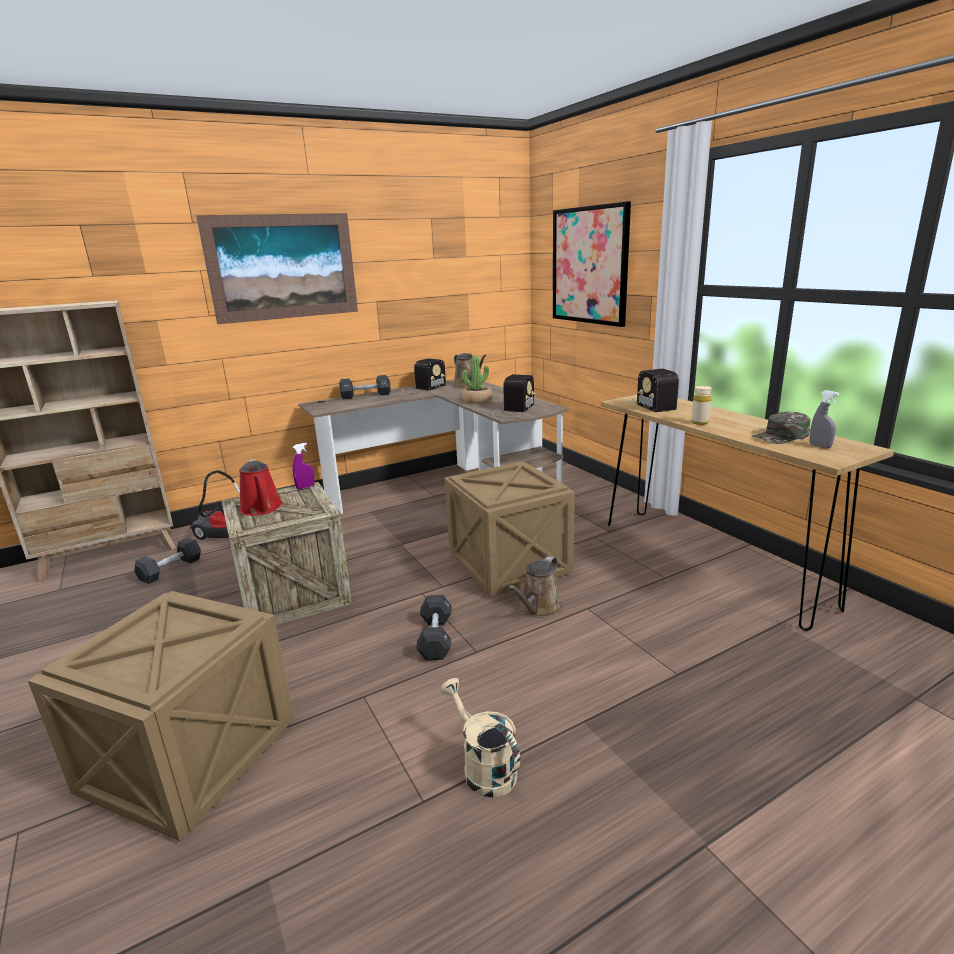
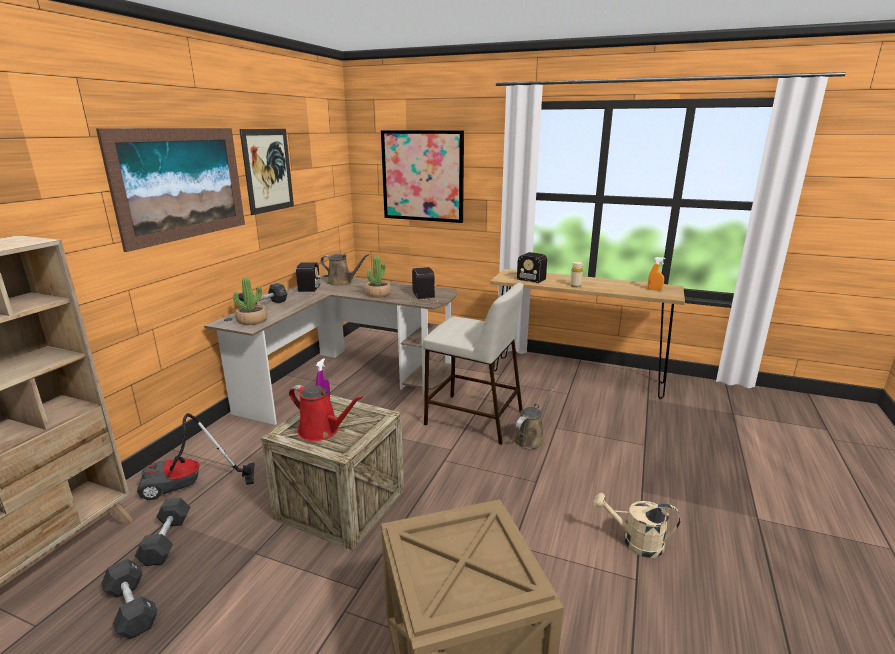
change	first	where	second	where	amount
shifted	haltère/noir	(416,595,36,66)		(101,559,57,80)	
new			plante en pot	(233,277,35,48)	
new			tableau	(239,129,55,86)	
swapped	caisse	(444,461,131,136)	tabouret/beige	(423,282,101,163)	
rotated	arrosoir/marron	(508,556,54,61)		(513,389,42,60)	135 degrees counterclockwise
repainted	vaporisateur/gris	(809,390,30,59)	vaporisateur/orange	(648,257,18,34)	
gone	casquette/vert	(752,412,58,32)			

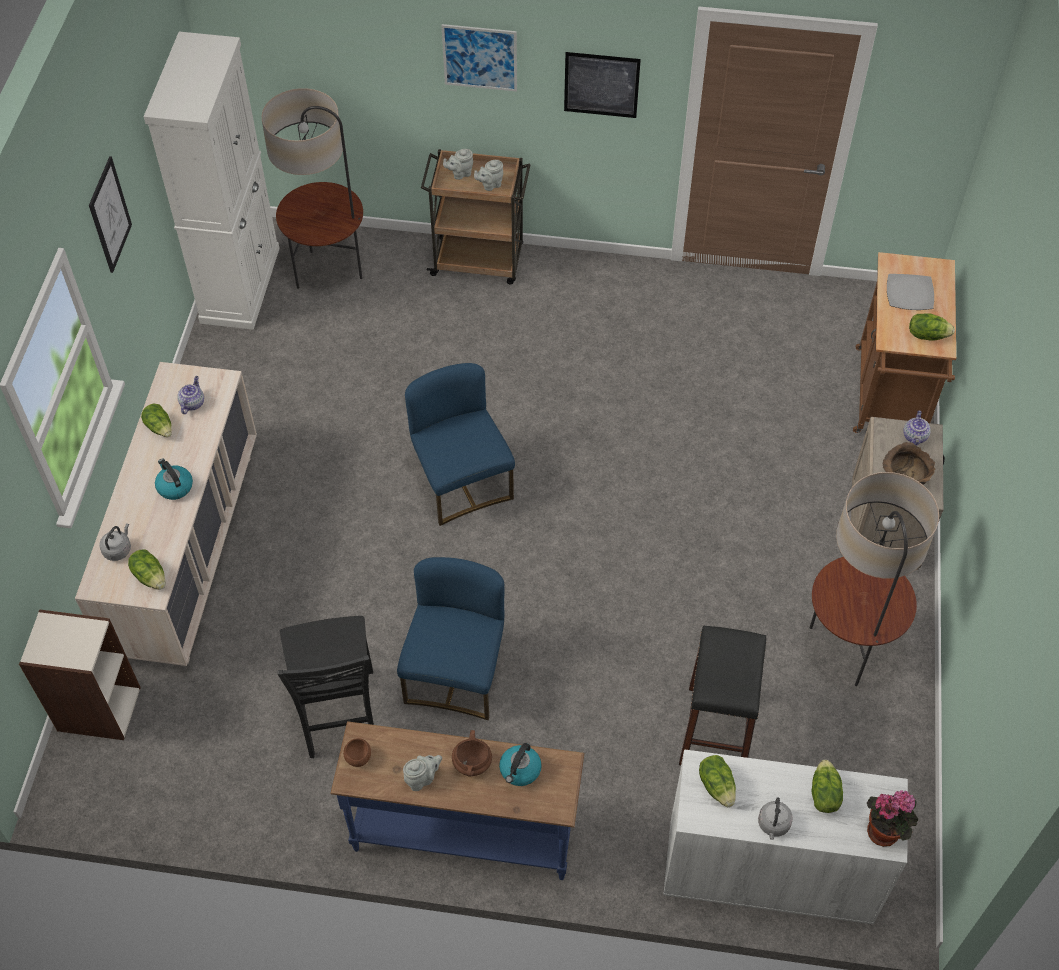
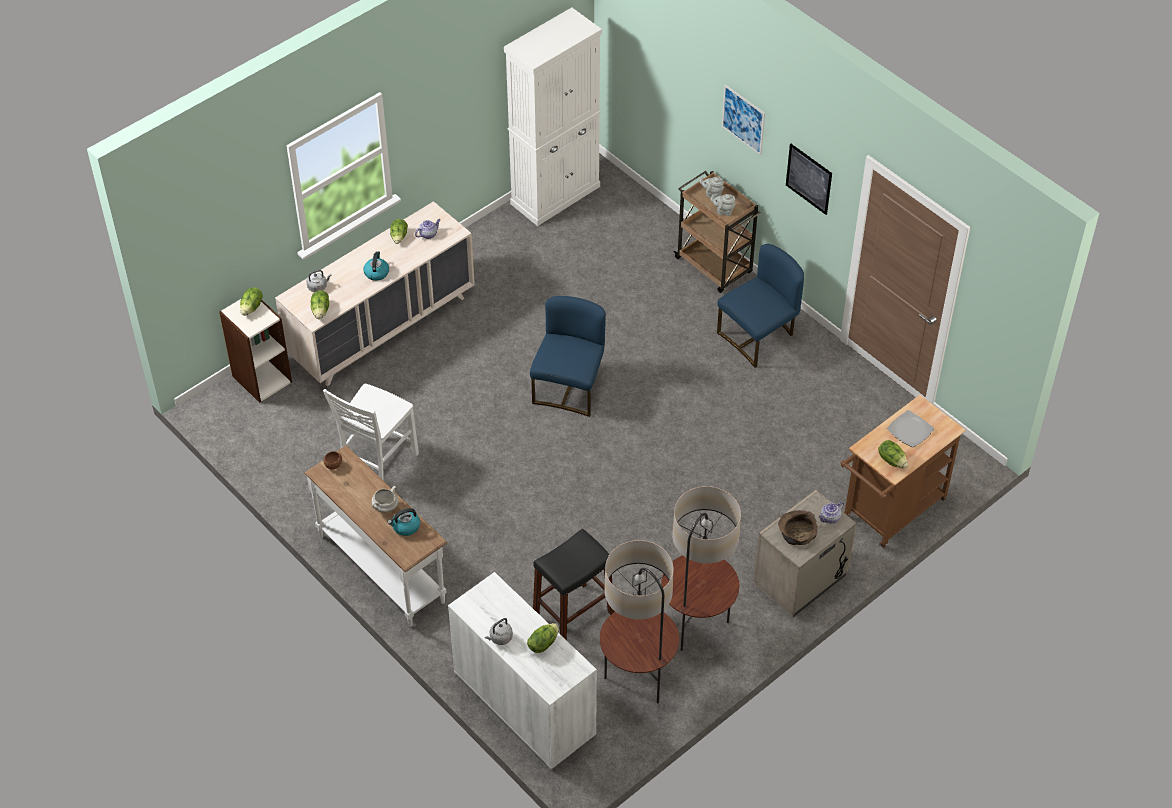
change	first	where	second	where	amount
shifted	laitue	(699,755,37,52)		(240,288,23,28)	
repainted	table console/bleu	(330,721,254,159)	table console/blanc	(304,445,144,182)	
repainted	chaise/noir	(278,616,96,142)	chaise/blanc	(323,384,96,97)	
repainted	marmite/marron	(452,730,40,47)	marmite/blanc	(372,486,27,27)	
shifted	lampadaire	(262,88,101,201)		(600,540,79,163)	
shifted	chaise/bleu	(397,557,107,163)		(717,244,87,124)	
gone	tableau	(89,156,43,117)			
gone	théière/gris	(403,755,39,36)			
gone	plante en pot	(867,790,51,57)			

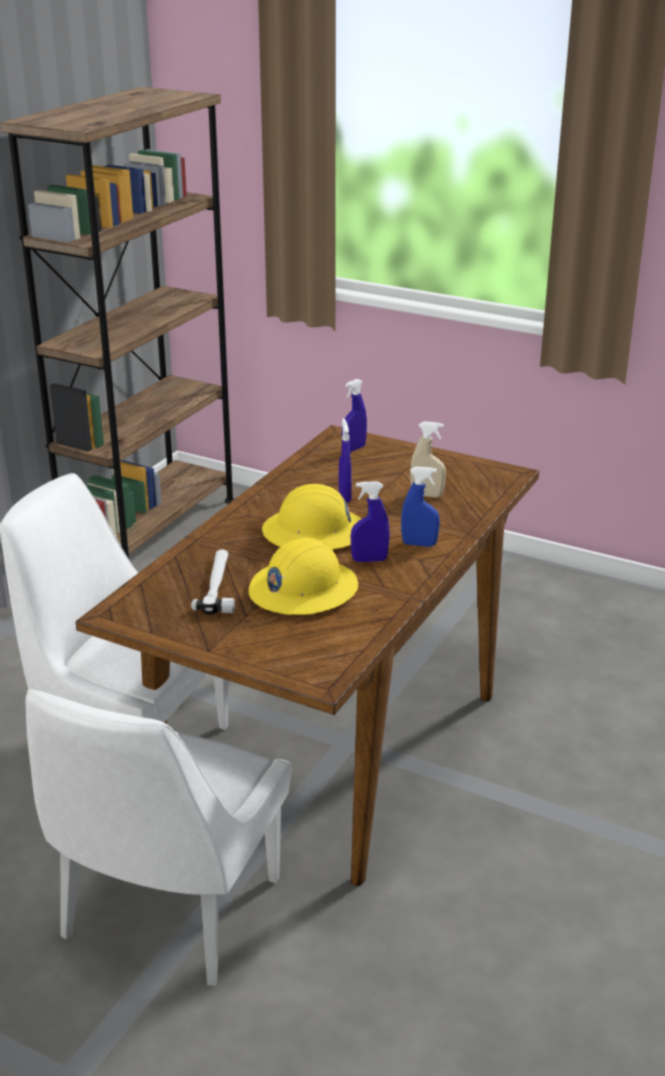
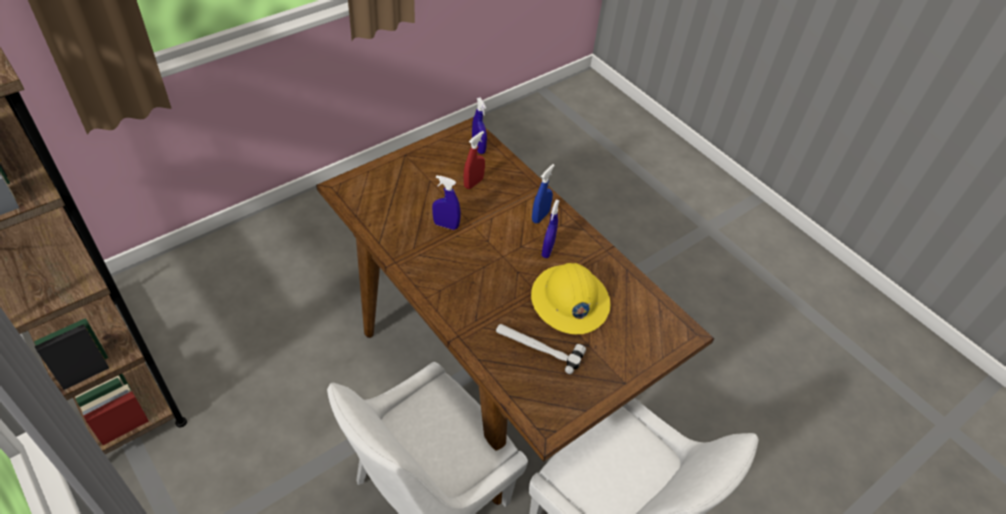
change	first	where	second	where	amount
repainted	vaporisateur/beige	(410,421,36,77)	vaporisateur/rouge	(464,131,21,58)	
shifted	vaporisateur/bleu	(342,379,25,73)		(472,97,15,57)	
gone	casque de chantier/jaune	(262,484,99,66)			

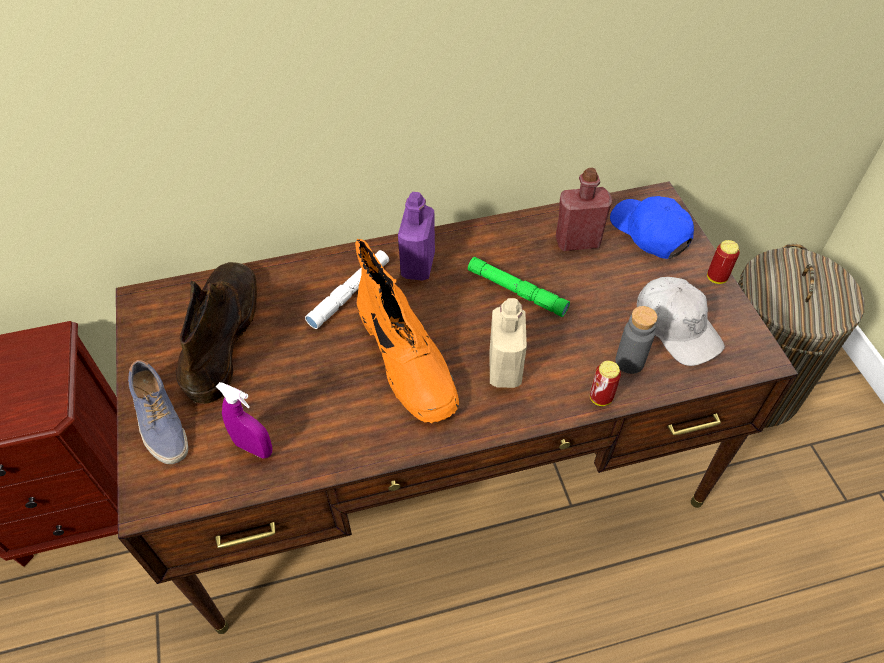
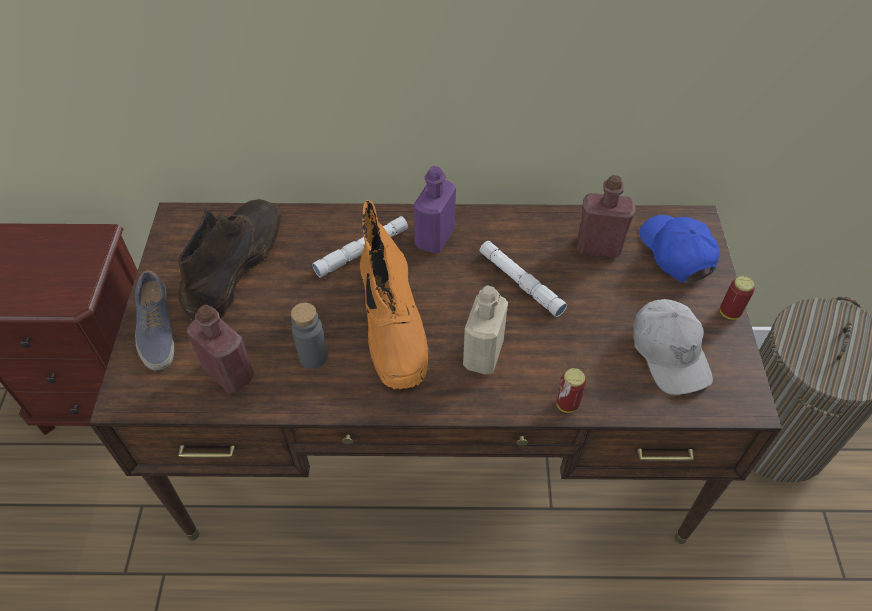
change	first	where	second	where	amount
swapped	vaporisateur/violet	(216,382,56,77)	bouteille/rouge	(187,305,67,88)	
shifted	bouteille/gris	(615,306,43,68)		(291,303,37,66)	
repainted	lampe de poche/vert	(468,257,102,60)	lampe de poche/blanc	(480,241,87,76)	

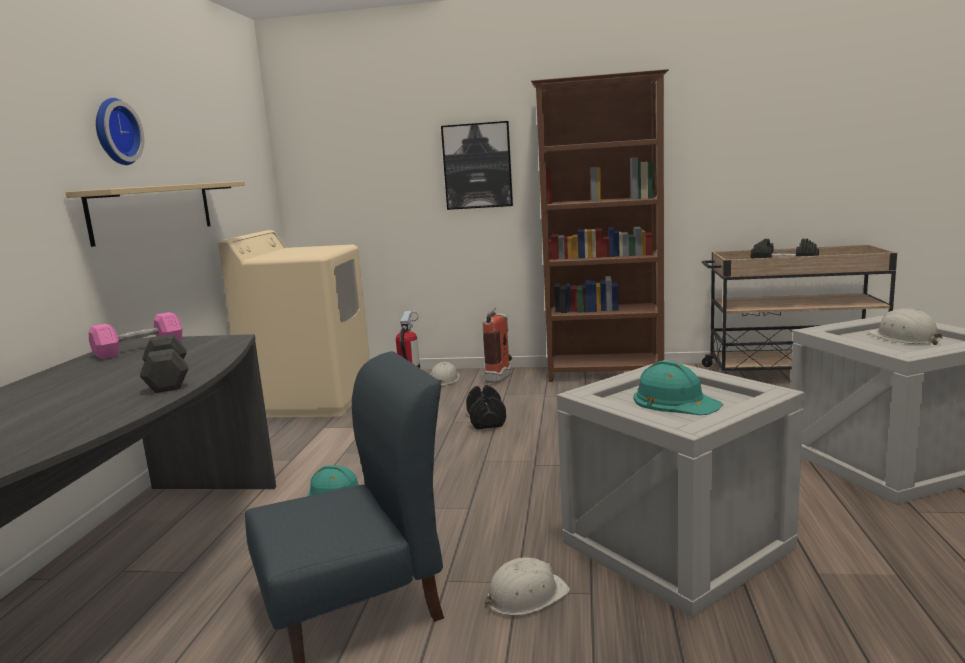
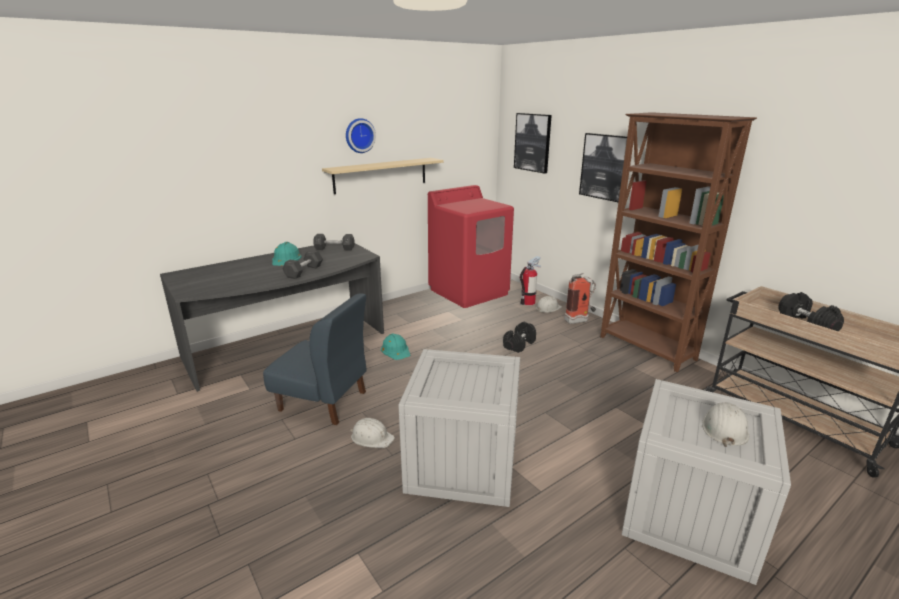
change	first	where	second	where	amount
shifted	casque de chantier/turquoise	(633,361,90,54)		(272,242,30,24)	
repainted	haltère/rose	(89,312,93,47)	haltère/gris	(313,234,42,17)	
repainted	lave-linge/beige	(218,230,152,187)	lave-linge/rouge	(428,185,86,123)	
new			tableau	(514,113,38,61)	

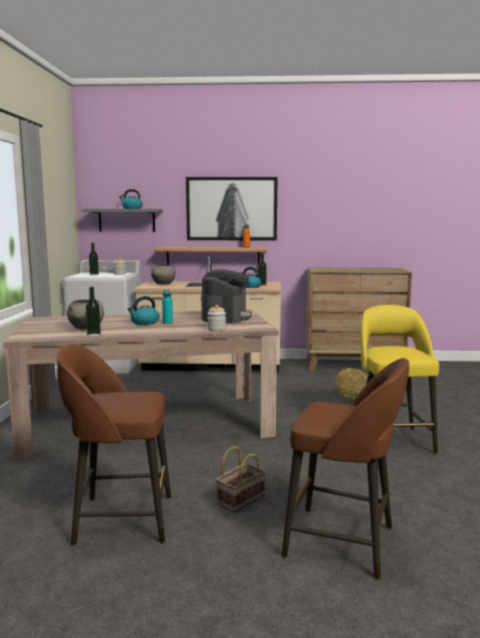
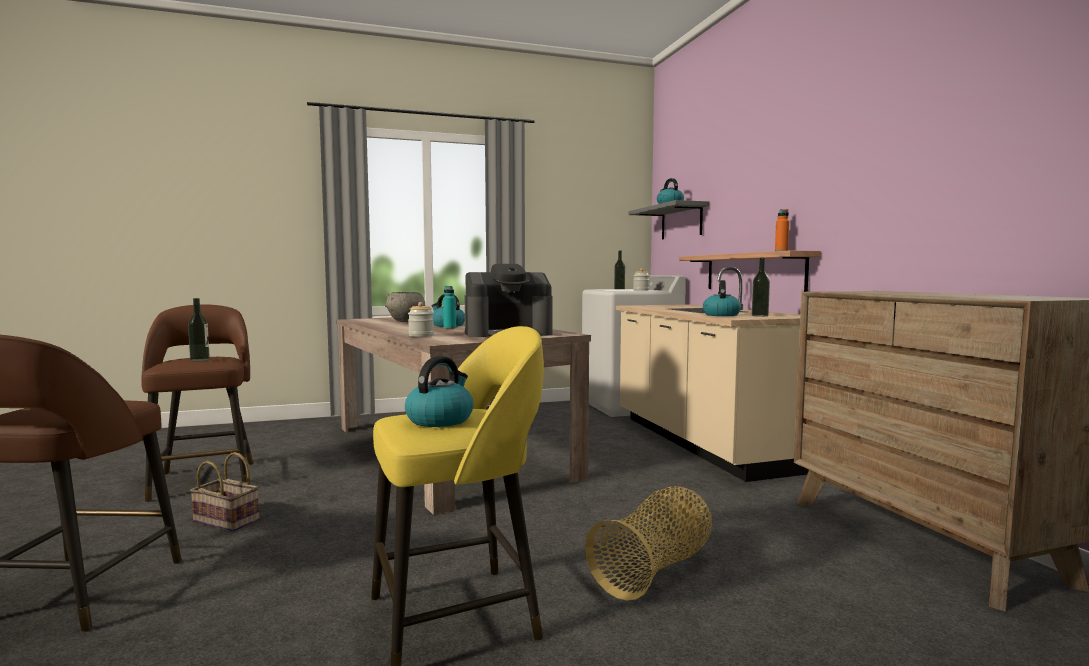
change	first	where	second	where	amount
shifted	bouteille	(86,287,15,50)		(188,298,22,64)	
new			bouilloire	(405,356,69,71)	
gone	bol/gris	(151,265,25,19)			
gone	tableau	(186,177,92,63)			

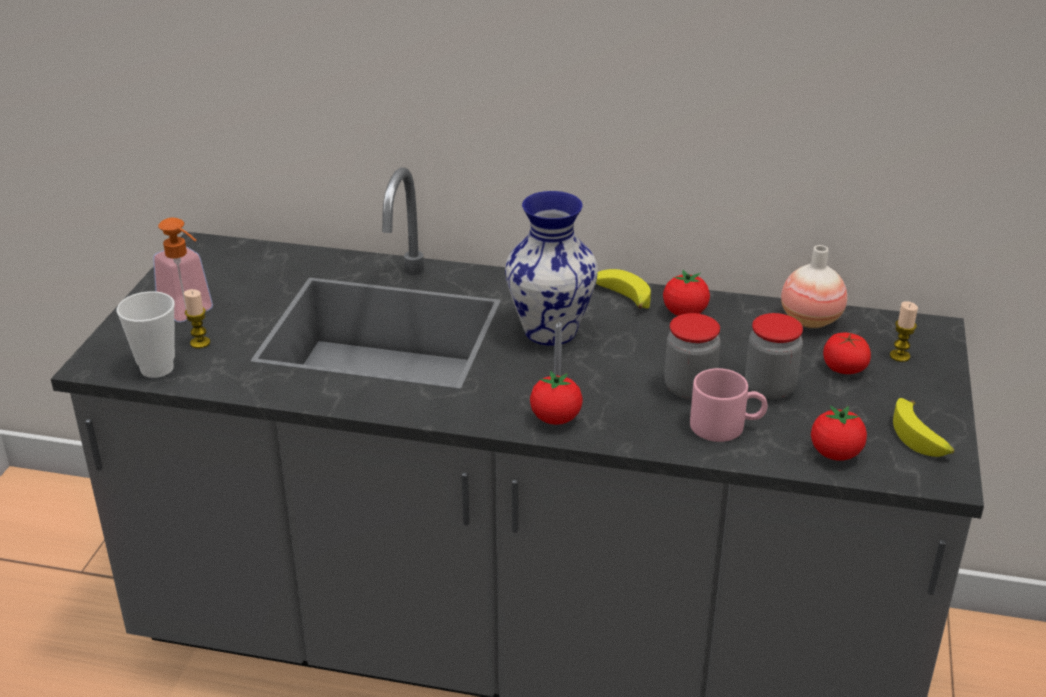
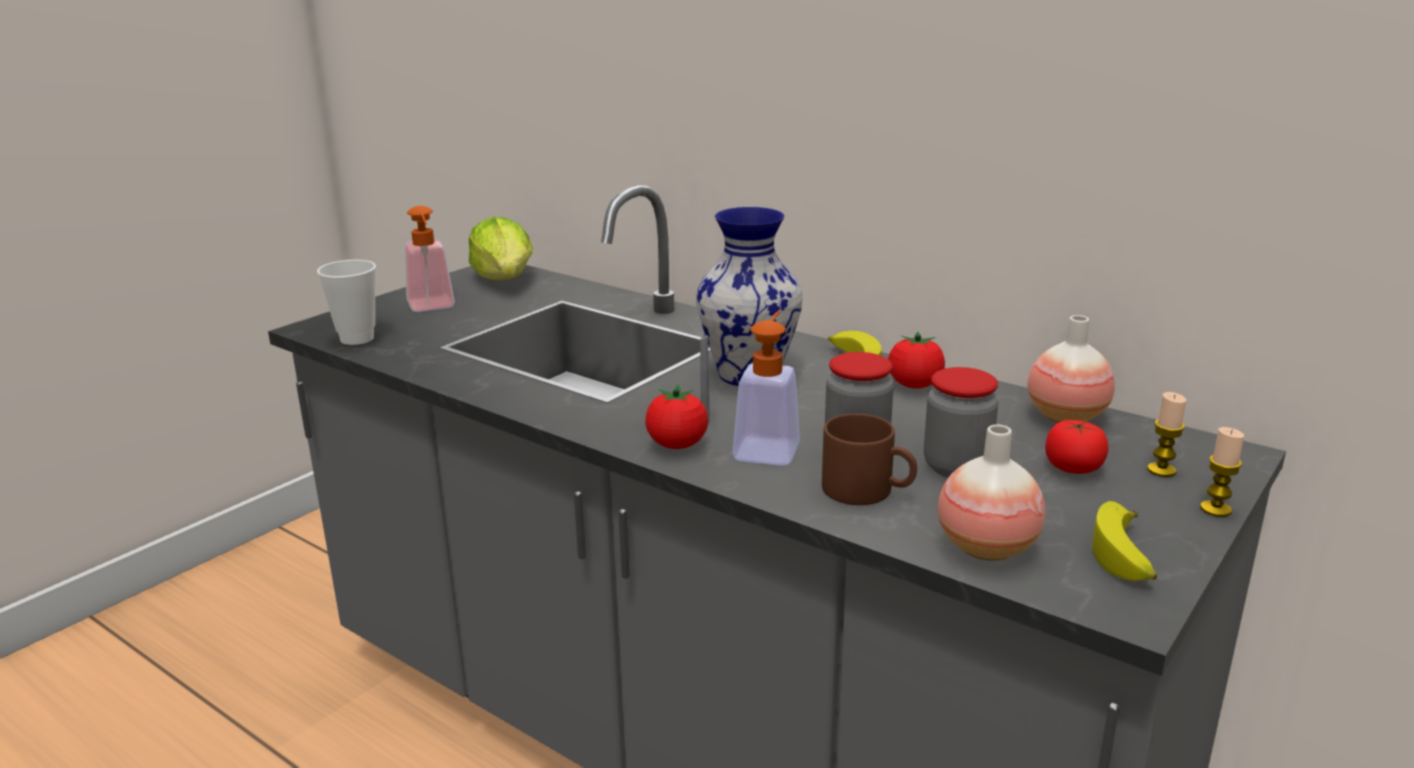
change	first	where	second	where	amount
new			laitue	(469,217,64,63)	
new			distributeur de savon	(733,311,67,155)	
repainted	mug/rose	(690,368,77,74)	mug/marron	(822,414,95,91)	
swapped	tomate	(811,405,56,56)	vase	(938,425,107,136)	
shifted	bougie	(184,289,26,60)		(1200,427,45,90)	

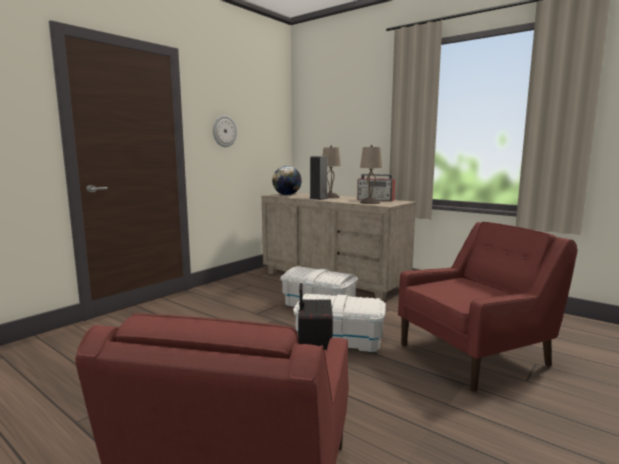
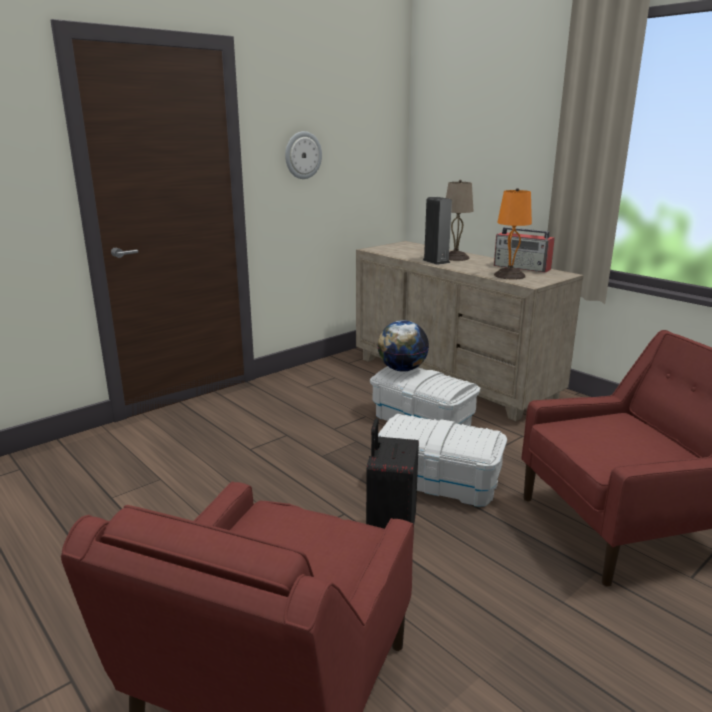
change	first	where	second	where	amount
shifted	globe	(272,166,30,29)		(378,320,51,52)	
repainted	lampe de table/beige	(360,145,22,59)	lampe de table/orange	(494,188,38,92)	

